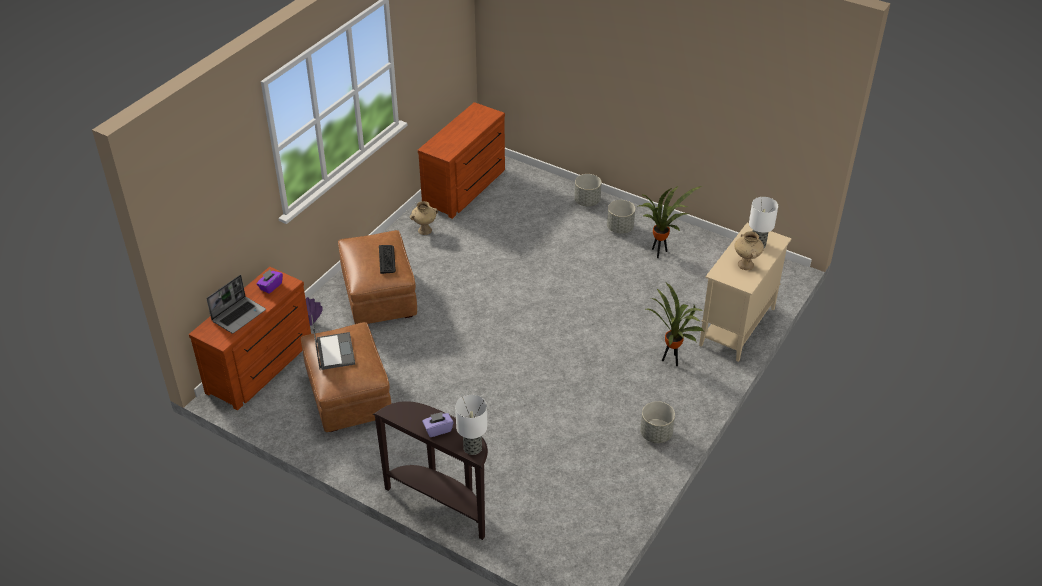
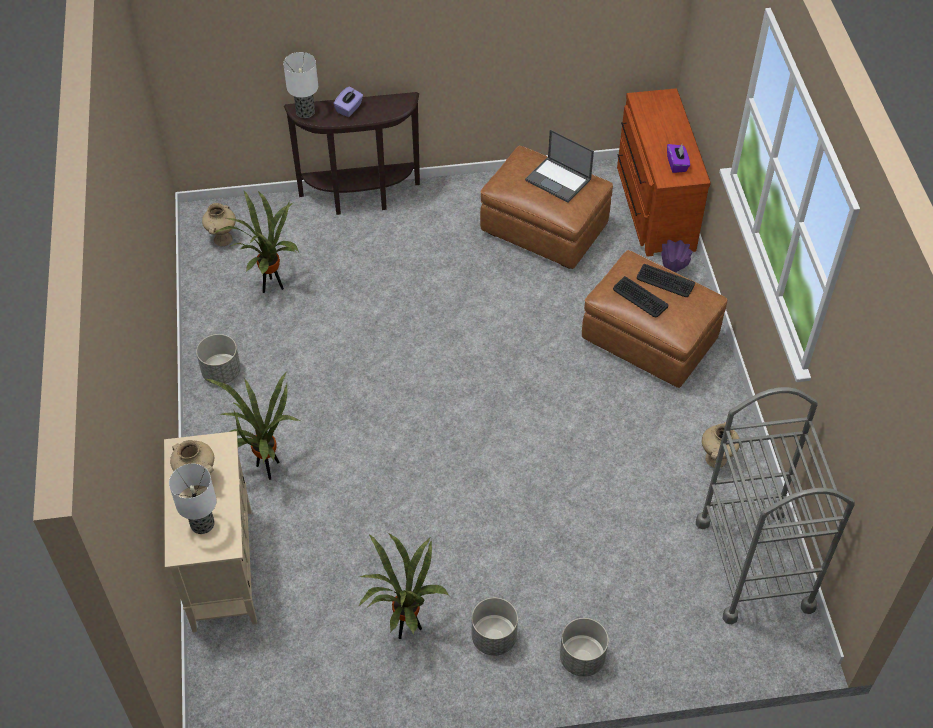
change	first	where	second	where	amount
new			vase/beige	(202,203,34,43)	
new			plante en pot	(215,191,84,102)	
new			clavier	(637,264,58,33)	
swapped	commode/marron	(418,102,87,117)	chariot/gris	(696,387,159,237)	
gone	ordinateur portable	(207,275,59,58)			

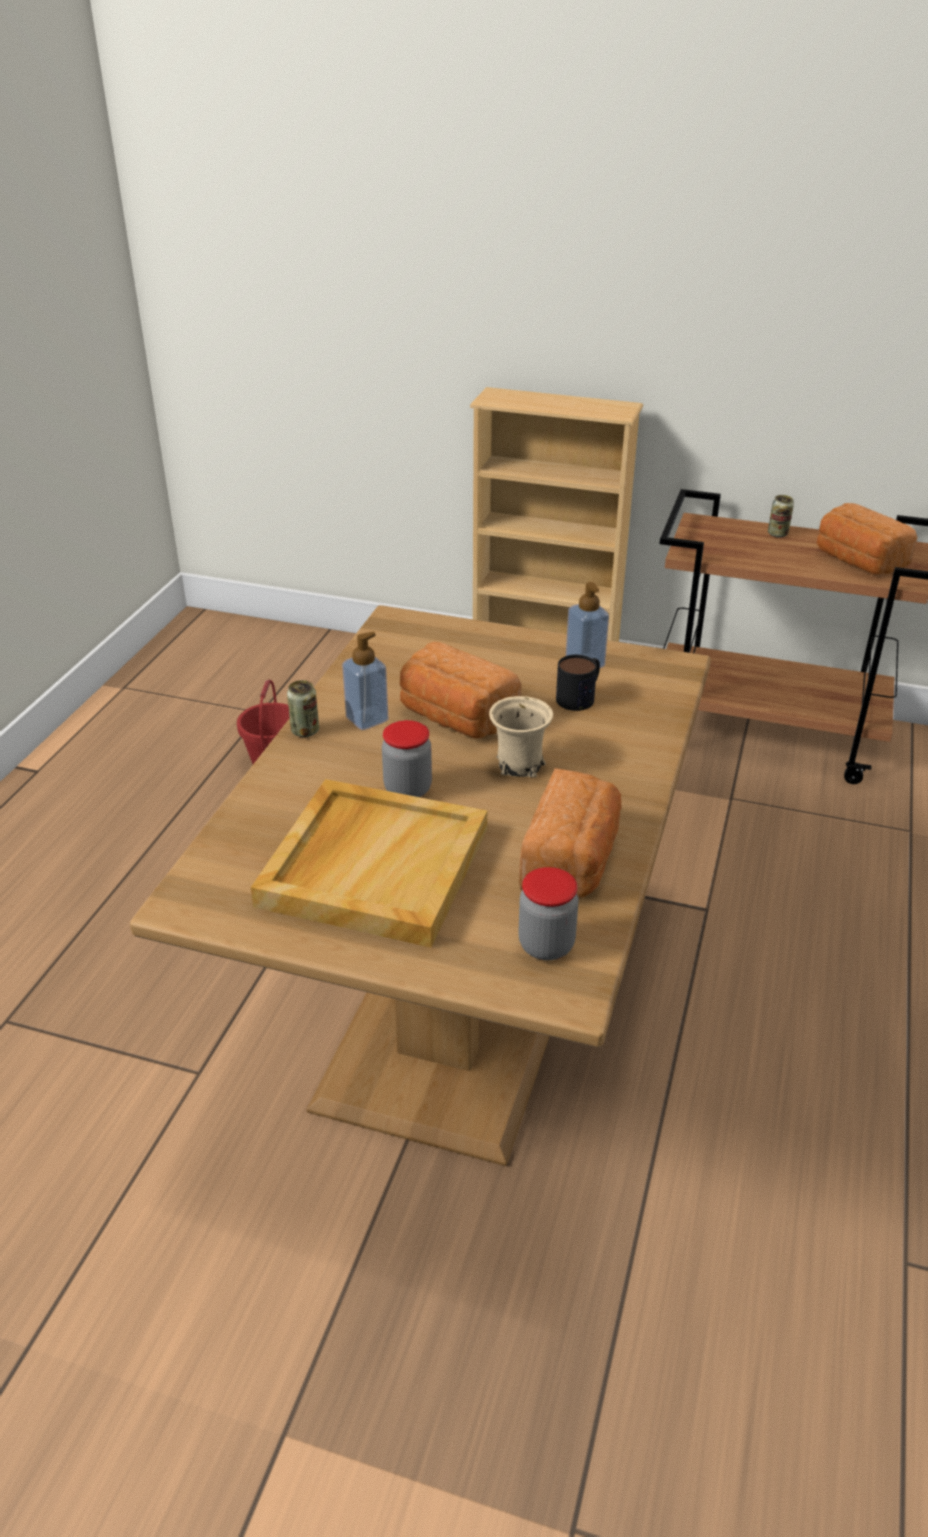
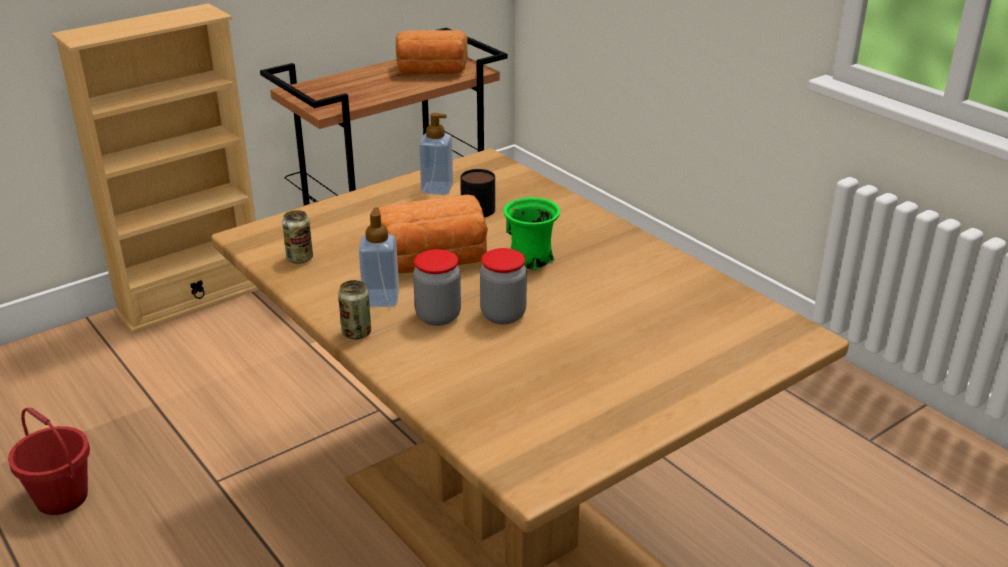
change	first	where	second	where	amount
shifted	boîte métallique	(768,495,26,42)		(282,210,31,54)	
shifted	bocal	(518,867,61,93)		(413,249,48,77)	
repainted	mug/beige	(489,696,64,82)	mug/vert	(503,197,57,74)	
gone	plateau/beige	(251,779,236,169)			
gone	pain	(519,768,102,130)			

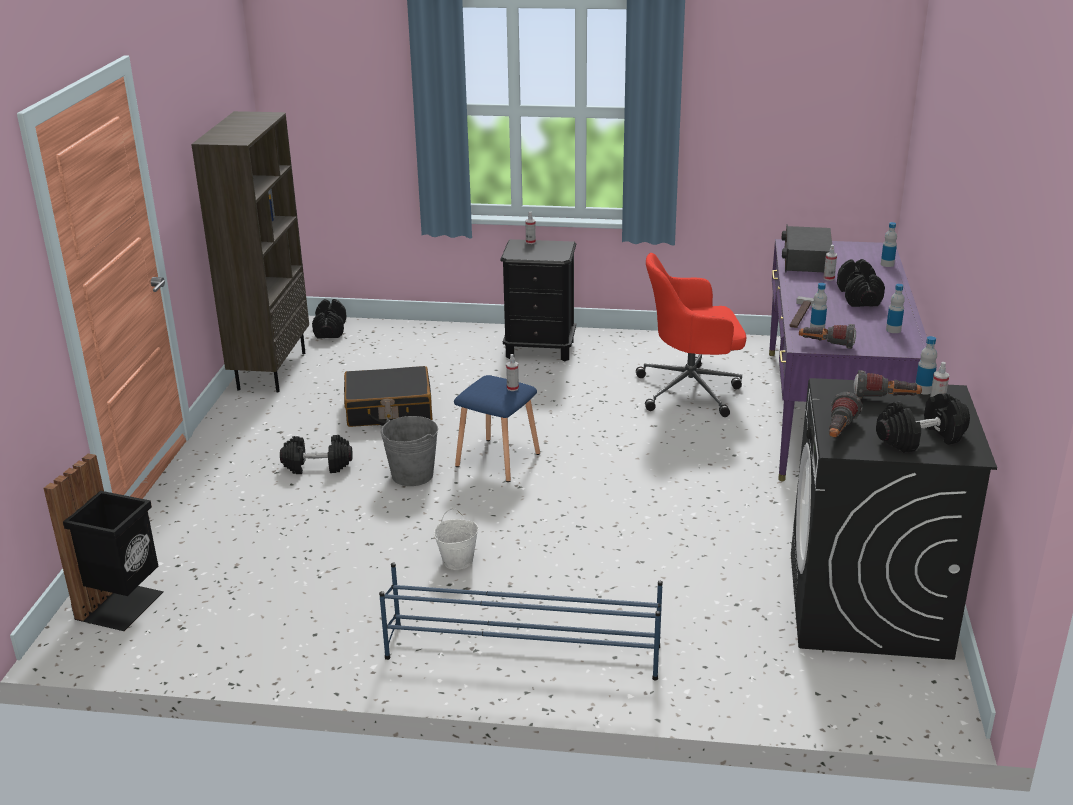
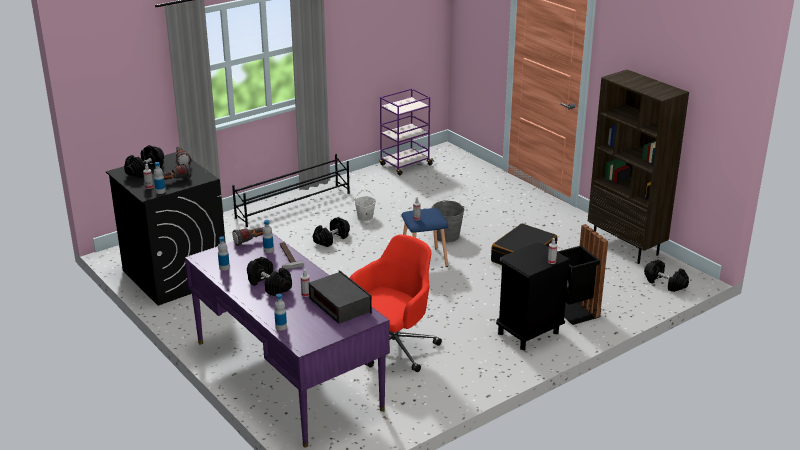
change	first	where	second	where	amount
repainted	étagère à chaussures/bleu	(379,563,284,118)	étagère à chaussures/noir	(232,154,118,73)	
shifted	haltère/noir	(280,435,73,39)		(313,217,37,30)	
new			chariot/violet	(379,88,56,87)	
shifted	poubelle/noir	(44,454,120,177)		(557,224,51,101)	

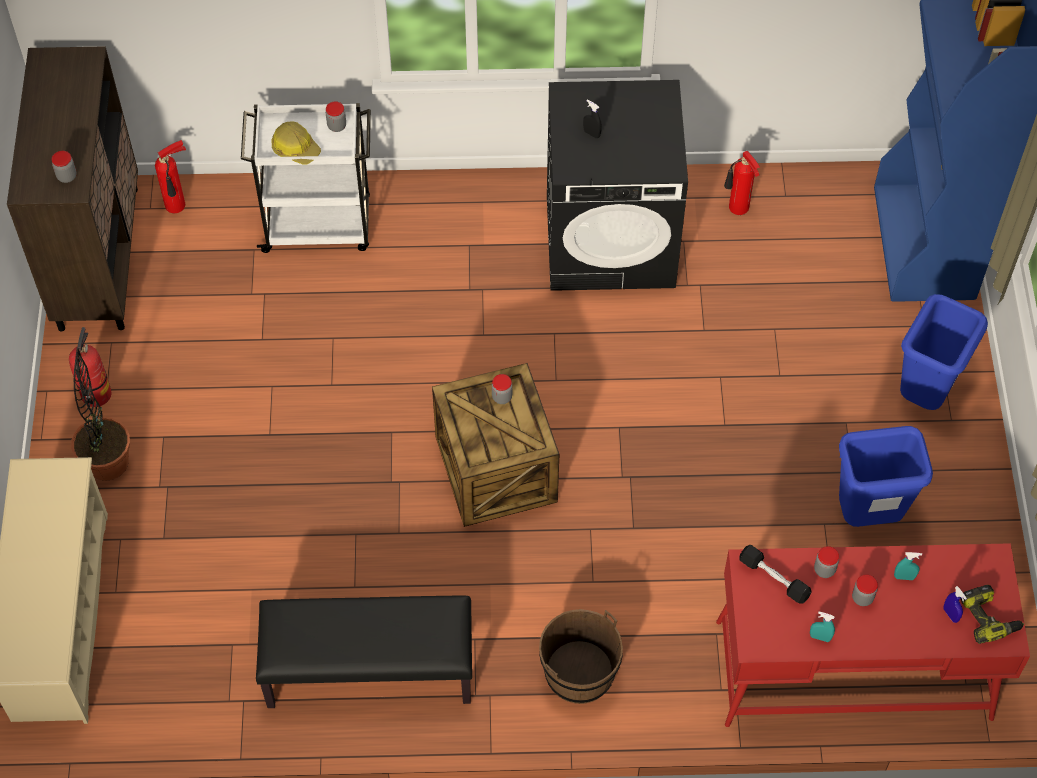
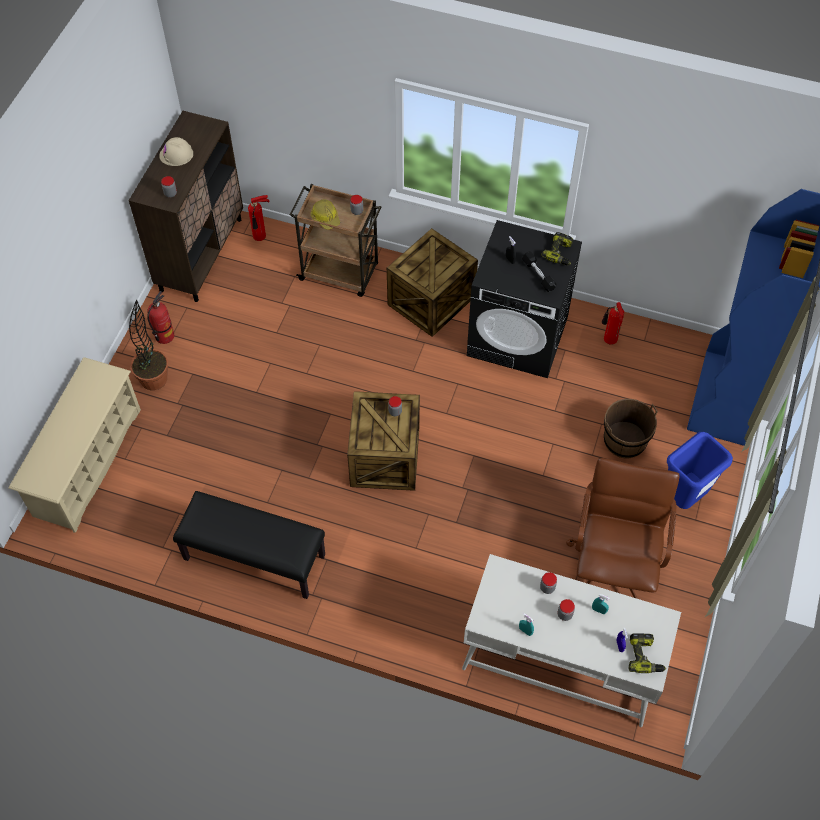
change	first	where	second	where	amount
new			casque de chantier/beige	(159,137,34,29)	
repainted	chariot/blanc	(241,103,130,150)	chariot/marron	(289,184,92,113)	
new			caisse	(387,228,91,109)	
repainted	bureau/rouge	(716,543,314,184)	bureau/blanc	(462,554,219,173)	
shifted	haltère/noir	(739,545,73,59)		(522,251,34,41)	
new			perceuse	(541,232,32,33)	
swapped	poubelle/bleu	(839,426,94,101)	chaise de bureau/marron	(566,458,114,141)	
shifted	seau/marron	(539,609,84,95)		(604,399,54,60)	

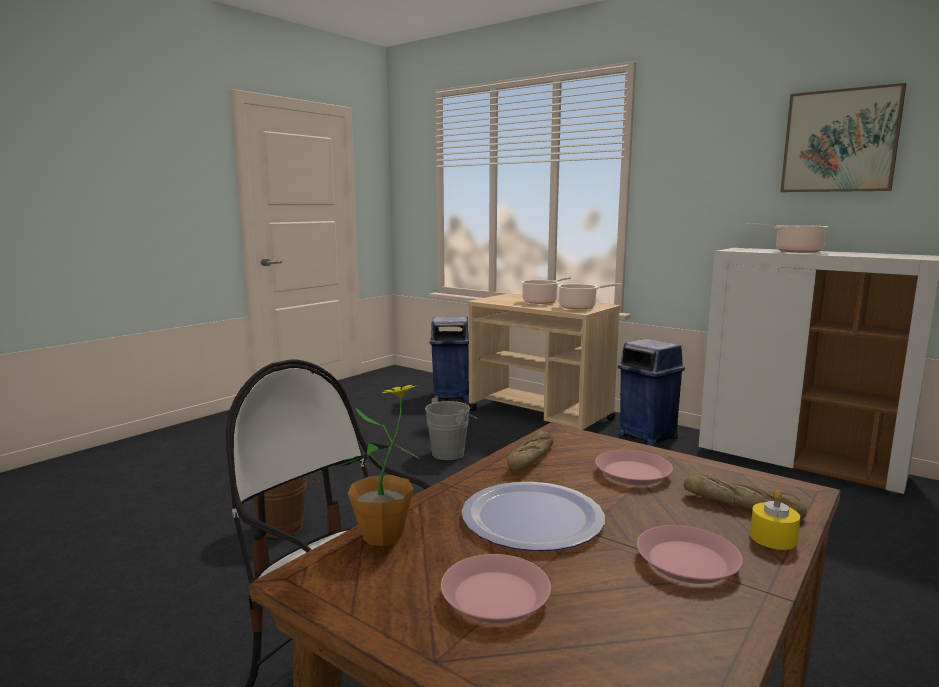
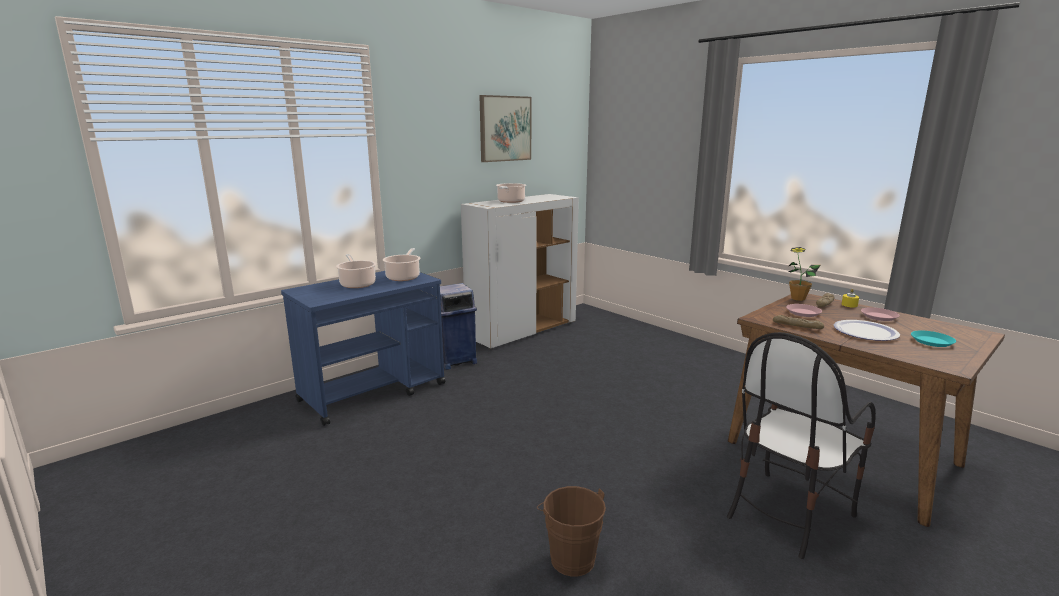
change	first	where	second	where	amount
repainted	chariot/beige	(467,294,154,137)	chariot/bleu	(281,271,164,155)	
shifted	plante en pot	(335,383,87,163)		(788,247,32,54)	
repainted	assiette/rose	(441,554,110,69)	assiette/turquoise	(911,331,45,16)	
gone	seau/gris	(425,398,53,62)			
gone	poubelle/bleu	(430,317,39,85)			

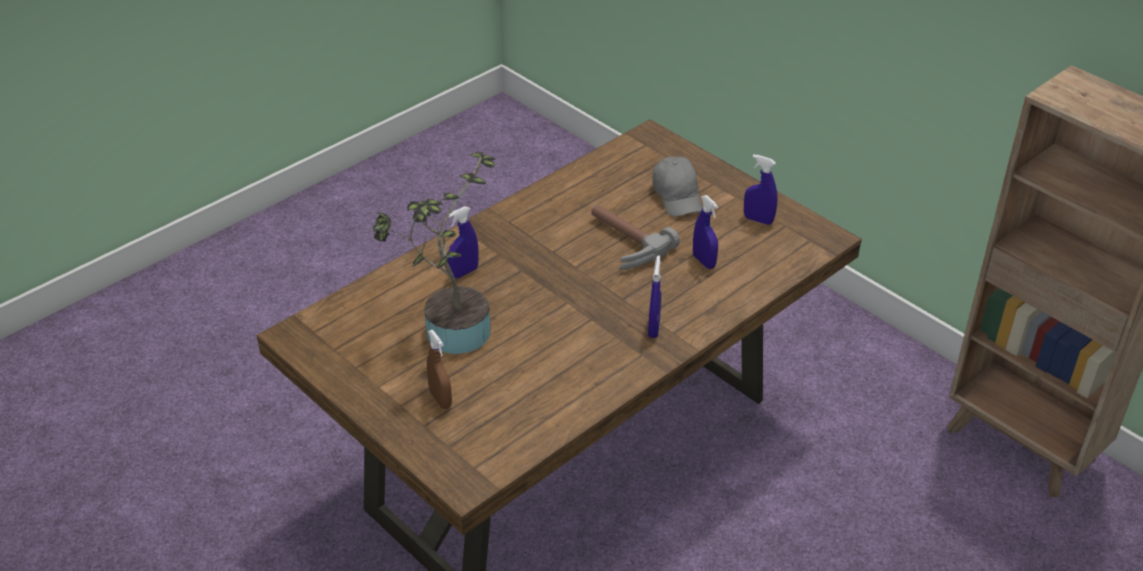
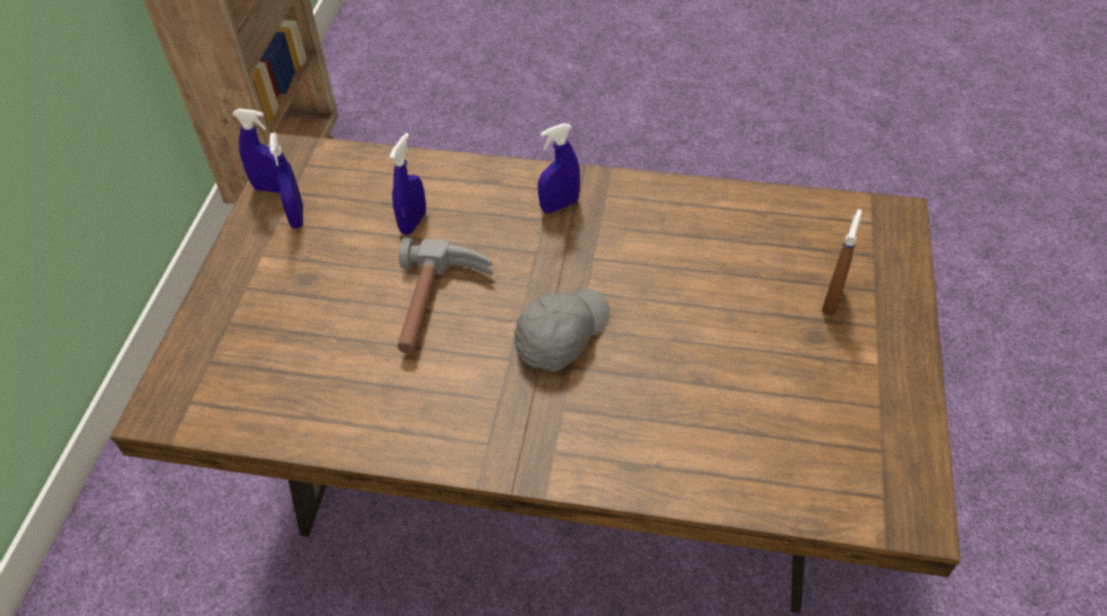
change	first	where	second	where	amount
shifted	vaporisateur/bleu	(448,206,31,72)		(232,108,48,85)	
shifted	casquette/gris	(653,156,50,61)		(514,288,96,84)	
gone	plante en pot	(373,152,123,202)			

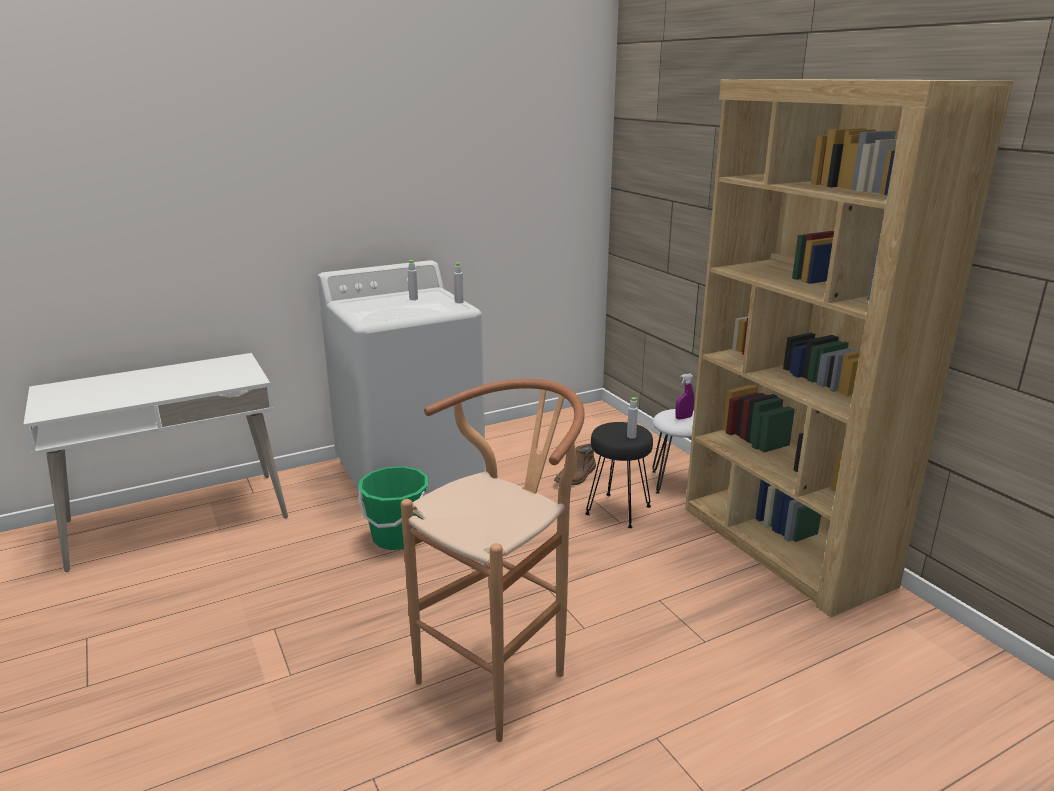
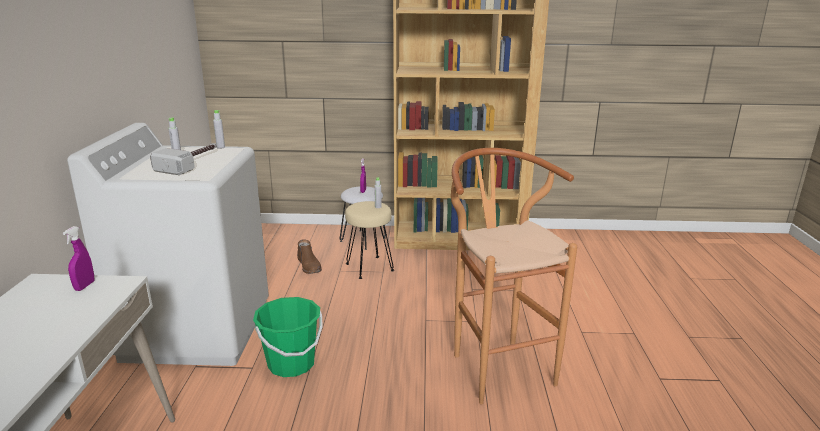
change	first	where	second	where	amount
new			vaporisateur/violet	(63,226,31,65)	
new			marteau	(150,143,67,32)	
repainted	tabouret/noir	(585,422,68,106)	tabouret/beige	(345,201,49,78)	

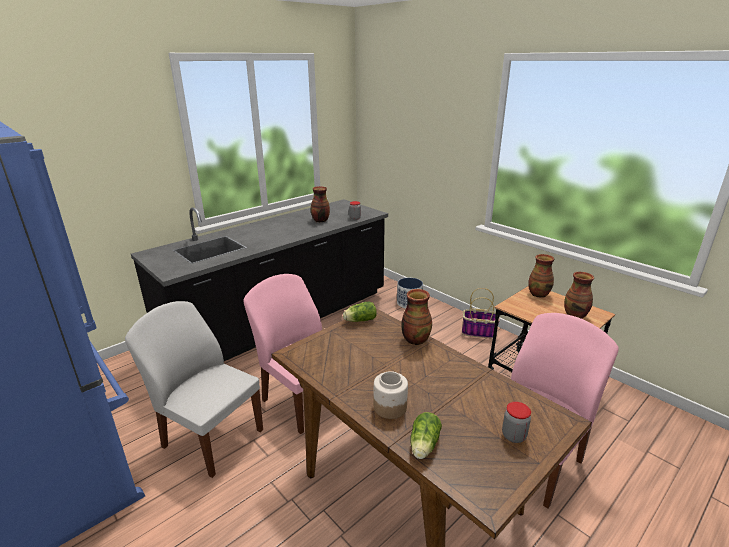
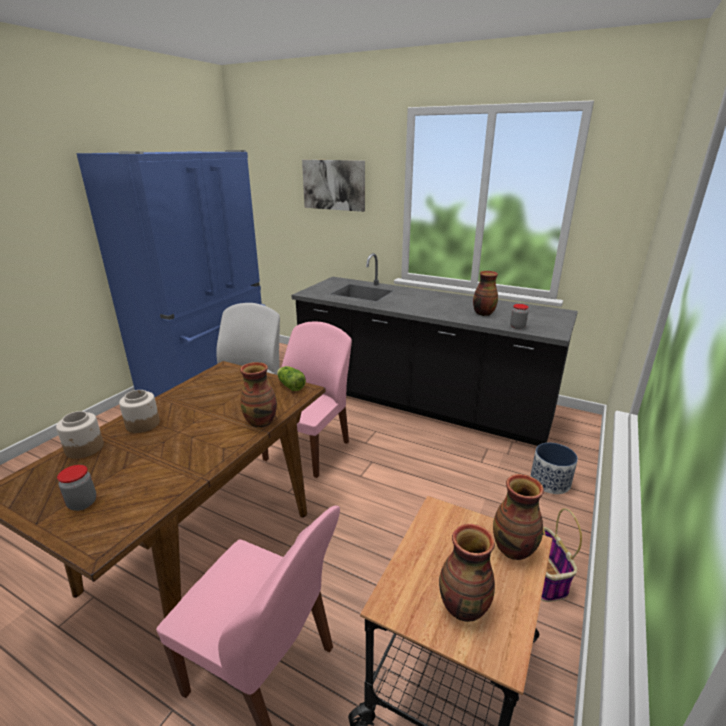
change	first	where	second	where	amount
swapped	laitue	(410,412,32,47)	bocal	(56,411,48,48)	
new			tableau	(302,160,63,52)	

